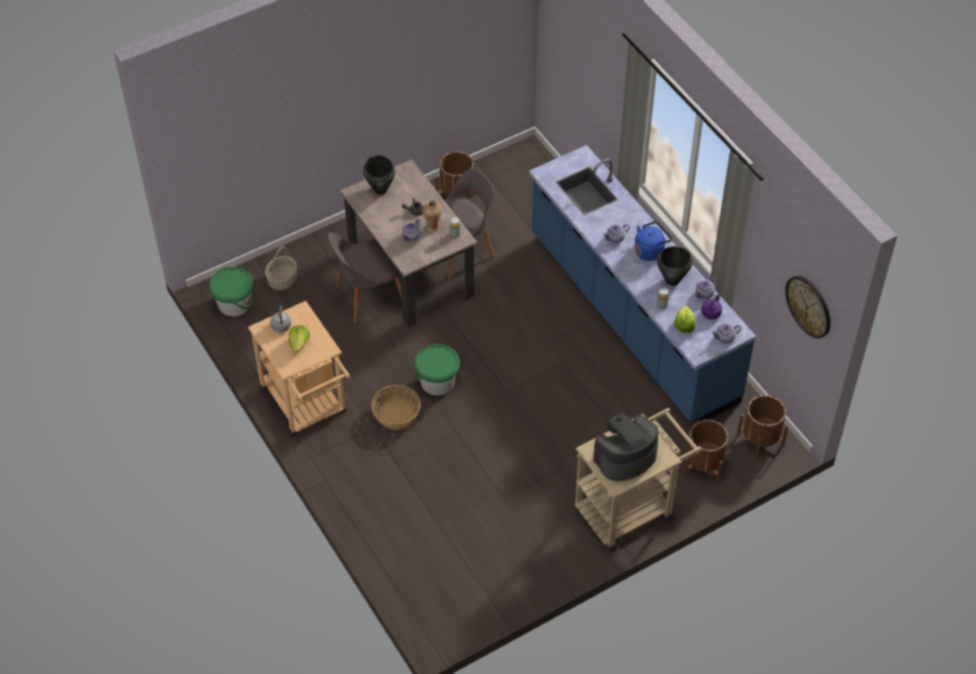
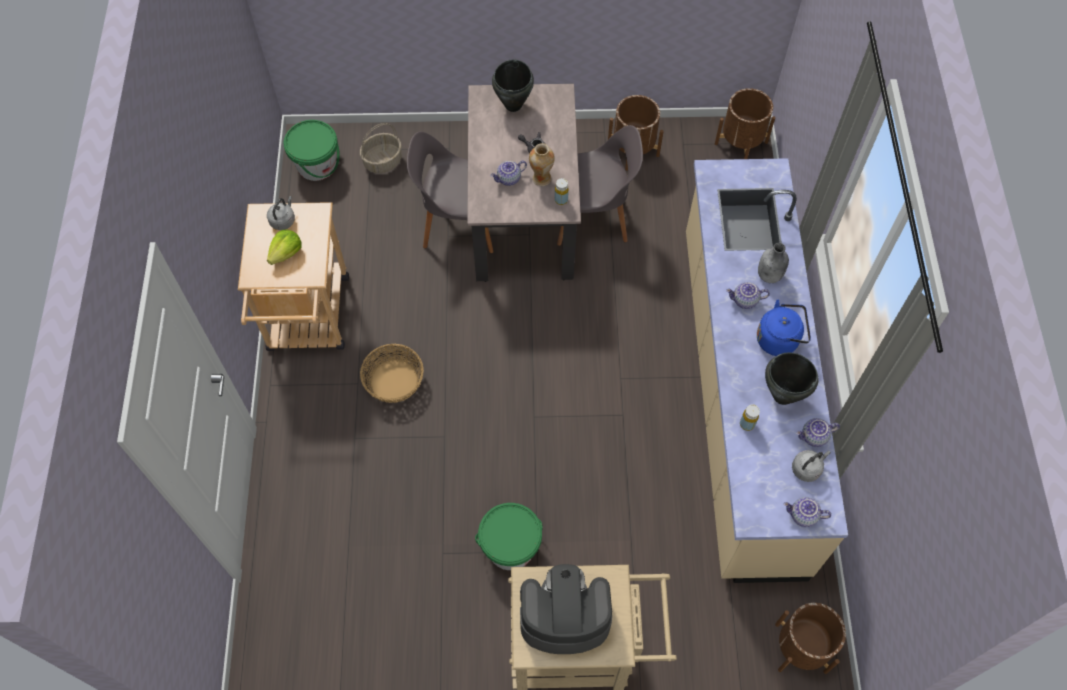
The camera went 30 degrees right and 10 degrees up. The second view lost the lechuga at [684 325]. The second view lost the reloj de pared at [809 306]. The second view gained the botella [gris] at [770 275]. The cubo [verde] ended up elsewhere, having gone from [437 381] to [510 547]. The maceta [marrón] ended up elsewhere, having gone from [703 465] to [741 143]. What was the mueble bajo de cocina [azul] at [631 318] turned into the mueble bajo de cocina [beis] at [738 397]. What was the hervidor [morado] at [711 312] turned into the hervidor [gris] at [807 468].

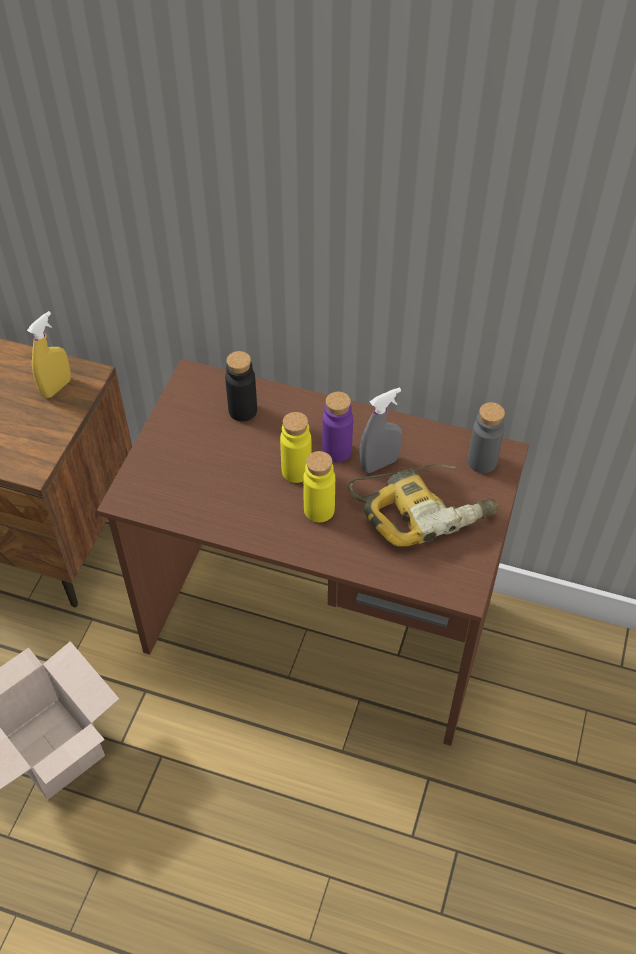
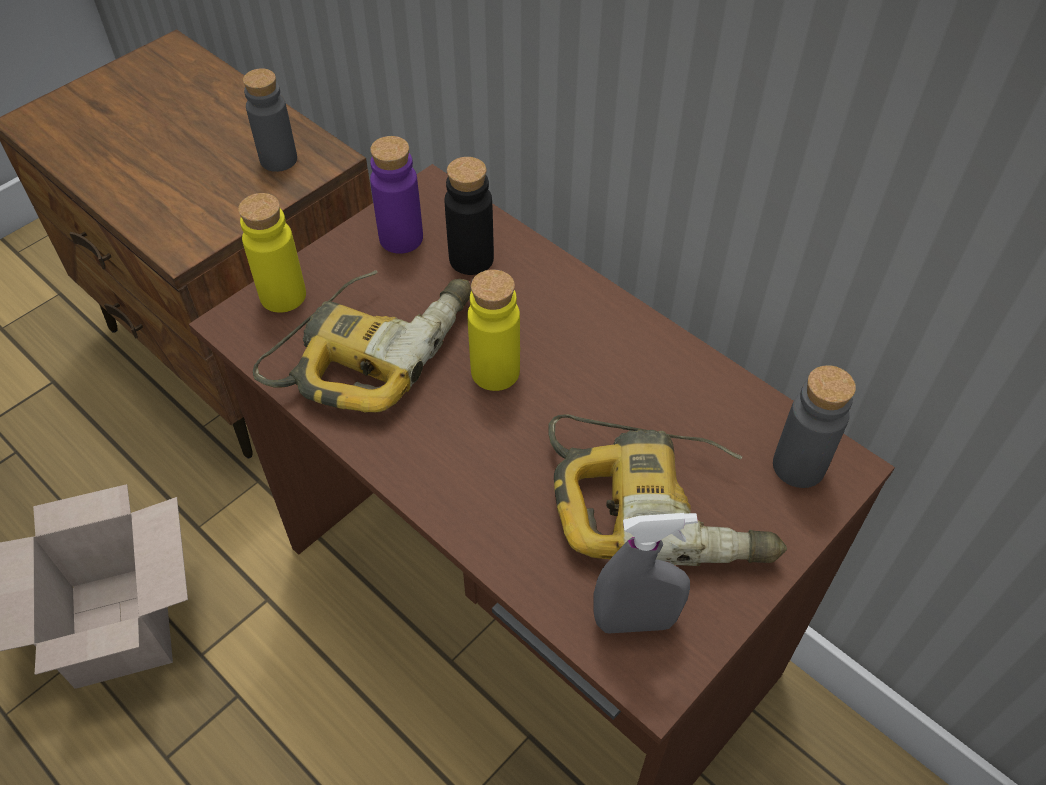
The camera went 25 degrees right and 0 degrees up. The second view gained the taladro at [374 347]. The botella [amarillo] ended up elsewhere, having gone from [319 510] to [283 296]. The botella [morado] ended up elsewhere, having gone from [337 451] to [401 238]. The pulverizador [gris] ended up elsewhere, having gone from [379 464] to [635 621]. Where the pulverizador [amarillo] stood at [56 387], the botella [gris] came to stand at [278 159].

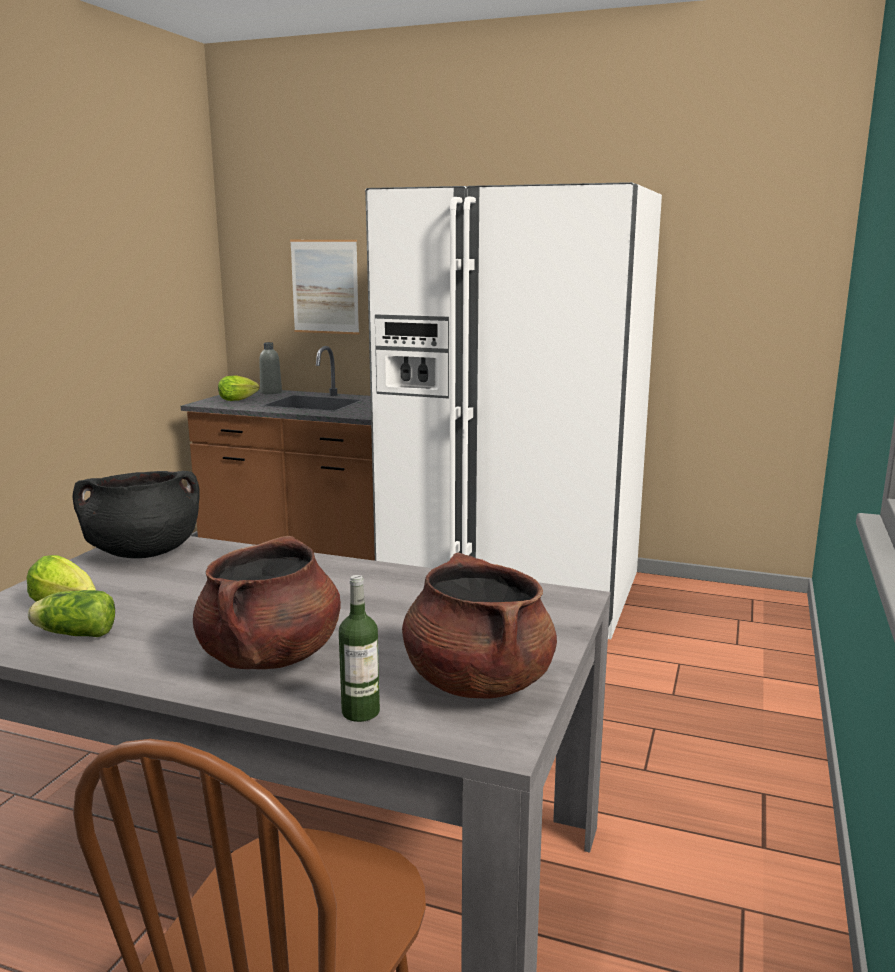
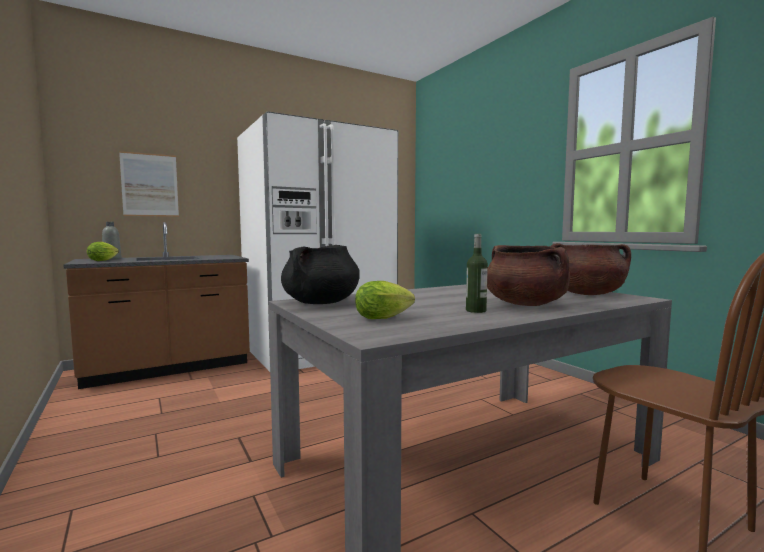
The camera went 50 degrees left and 10 degrees down. The second view lost the lechuga at [73 633]. The botella ended up elsewhere, having gone from [360 712] to [476 310].

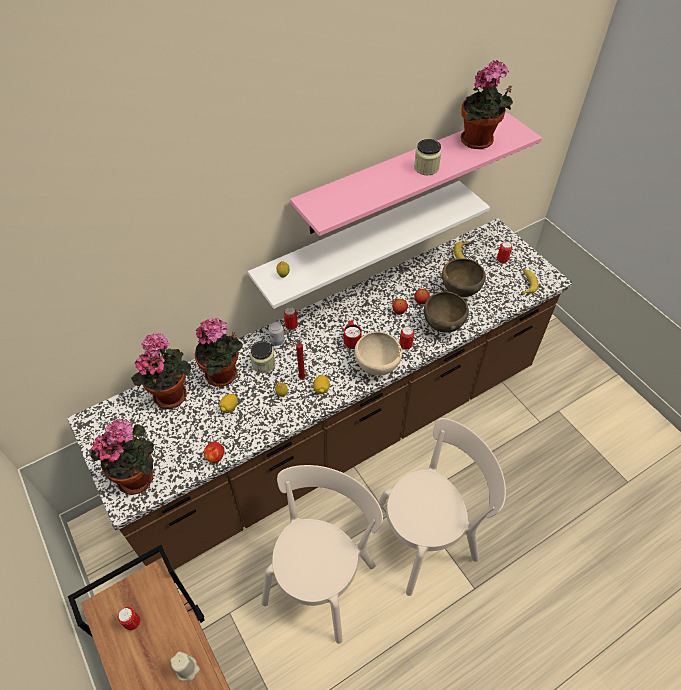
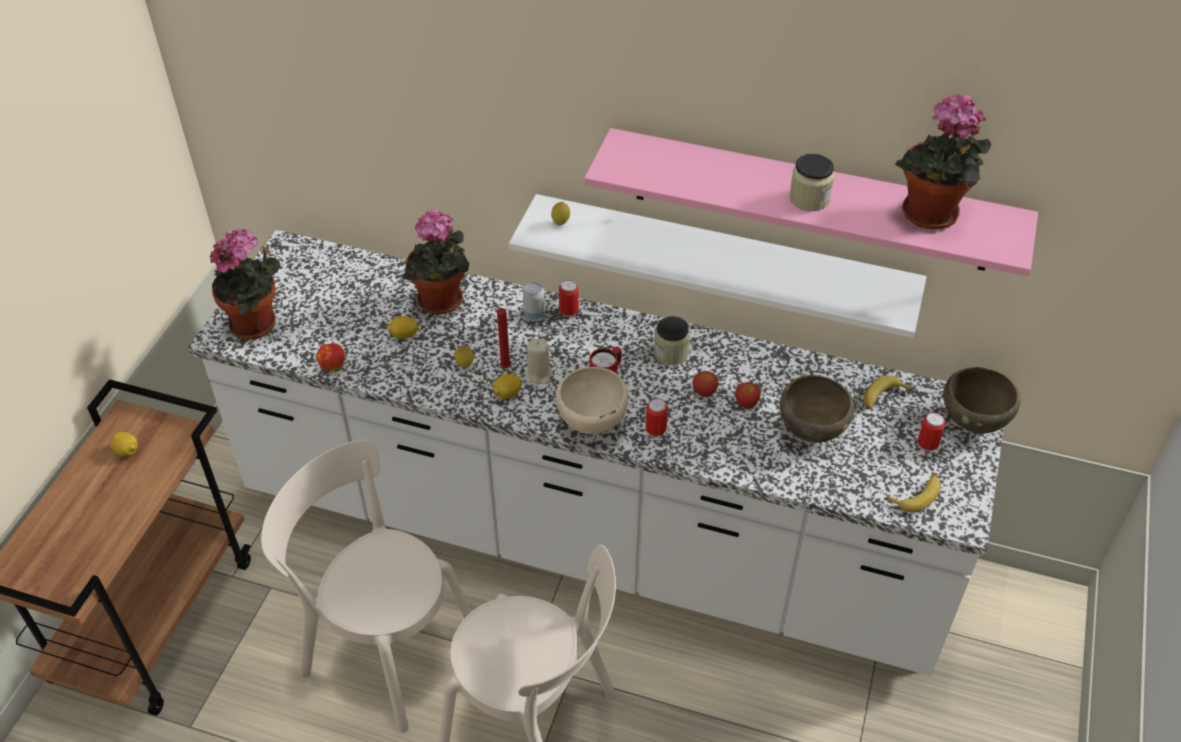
The camera went 50 degrees right and 5 degrees down. The second view lost the planta en maceta at [171 393]. The vela [beis] ended up elsewhere, having gone from [187 668] to [539 374]. The tarro ended up elsewhere, having gone from [263 364] to [671 353]. The cuenco [marrón] ended up elsewhere, having gone from [442 325] to [973 423]. Where the lata stood at [133 622], the limón came to stand at [127 451]. What was the mueble bajo de cocina [marrón] at [340 435] turned into the mueble bajo de cocina [blanco] at [590 535]. The silla [beis] at [321 578] ended up facing another way, 135 degrees counterclockwise from before.

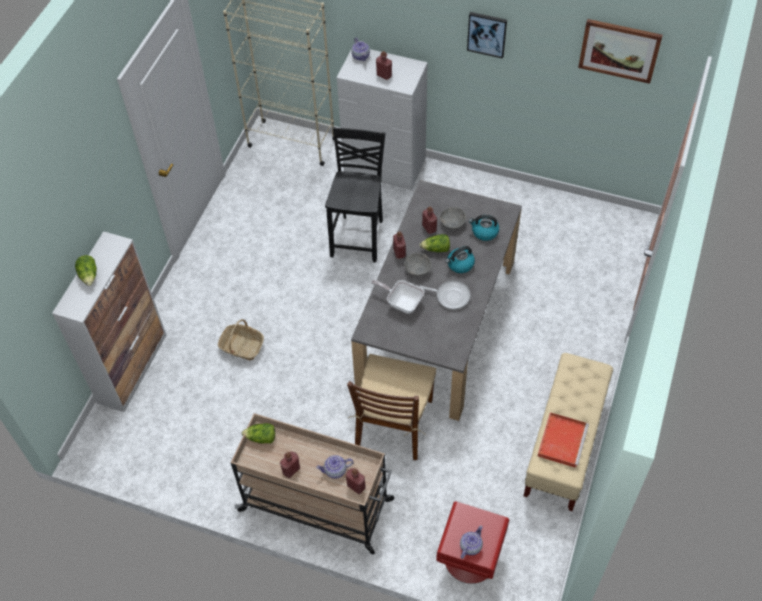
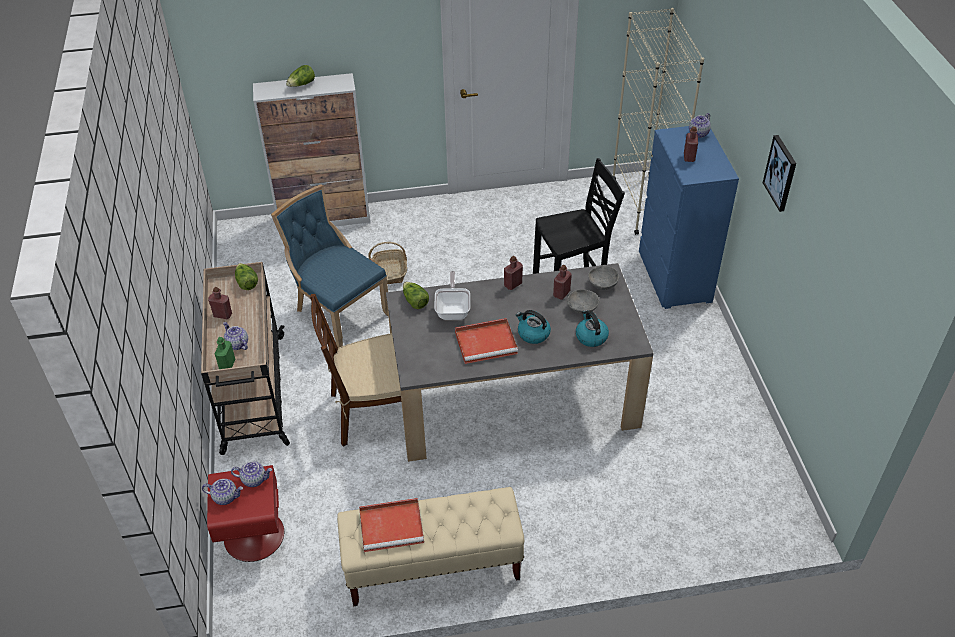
The camera went 60 degrees right and 10 degrees down. The second view lost the cuadro at [619 50]. The second view gained the tetera at [254 479]. The second view gained the silla [azul] at [338 312]. The cuenco [gris] ended up elsewhere, having gone from [417 269] to [603 284]. The lechuga ended up elsewhere, having gone from [436 249] to [415 301]. Where the sartén stood at [450 296], the bandeja [rojo] came to stand at [487 342]. What was the cómoda [blanco] at [385 167] turned into the cómoda [azul] at [674 277]. What was the botella [rojo] at [356 486] turned into the botella [verde] at [227 365].

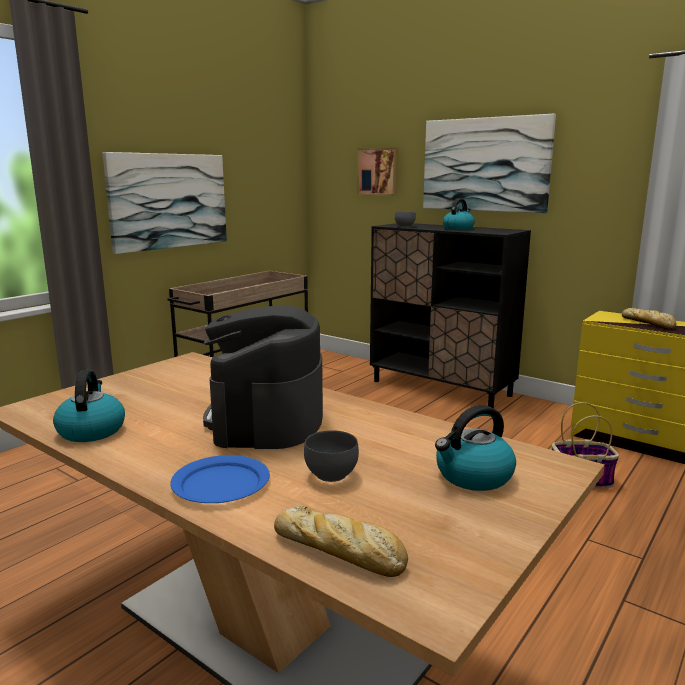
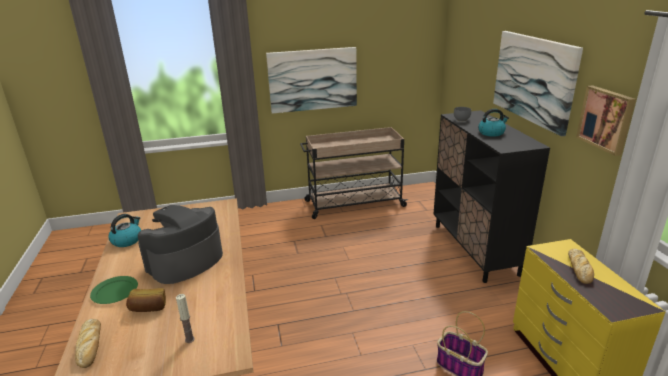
The camera went 40 degrees right and 10 degrees up. The cuadro ended up elsewhere, having gone from [378 171] to [606 119]. Where the cuenco [gris] stood at [331 476], the pan came to stand at [148 308]. Where the hervidor stood at [473 476], the vela came to stand at [189 339]. What was the plato [azul] at [221 484] turned into the plato [verde] at [115 292].

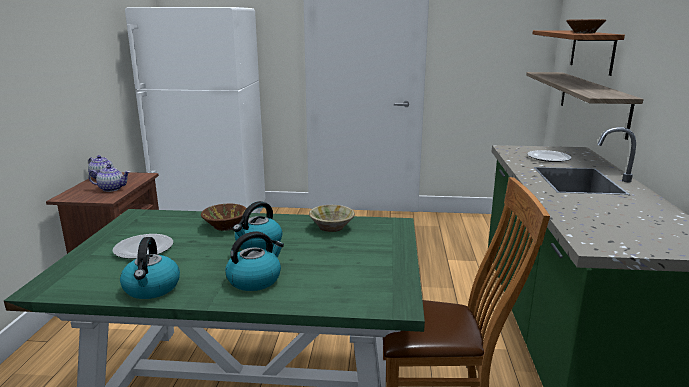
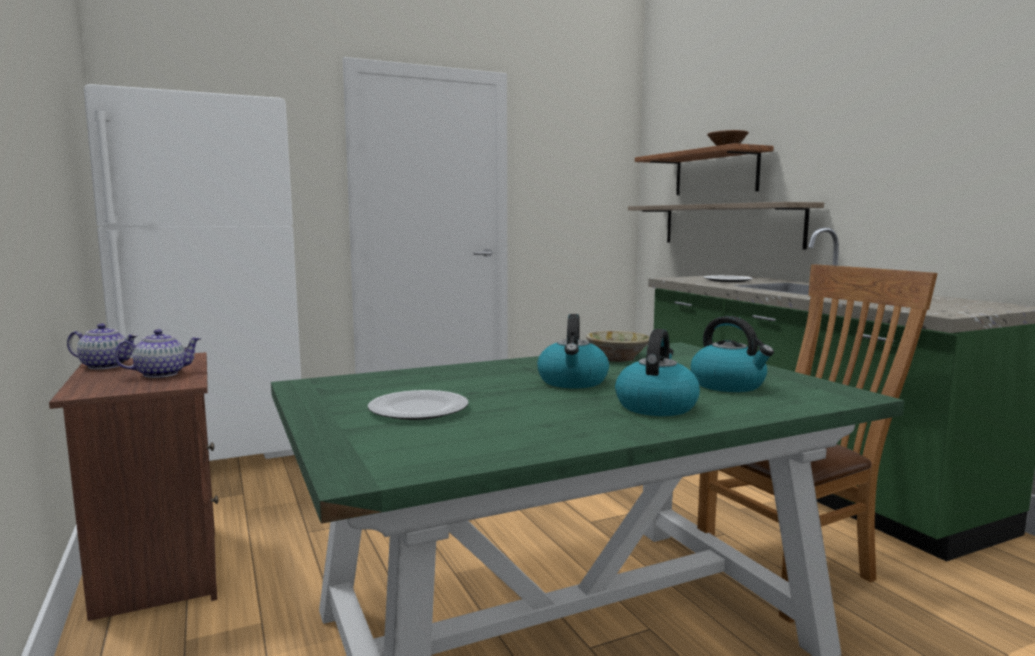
The camera went 30 degrees left and 10 degrees down. The second view lost the cuenco [marrón] at [225 226]. The hervidor ended up elsewhere, having gone from [152 288] to [729 385].

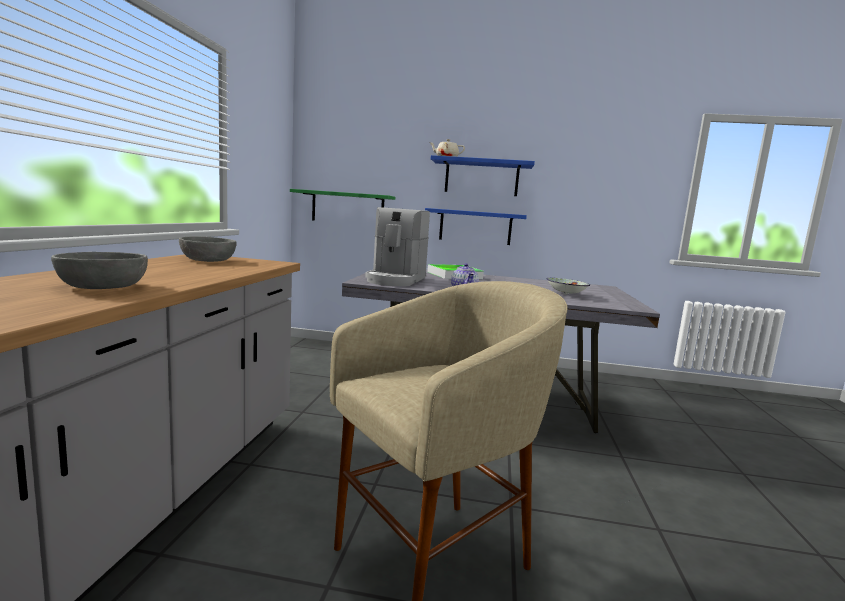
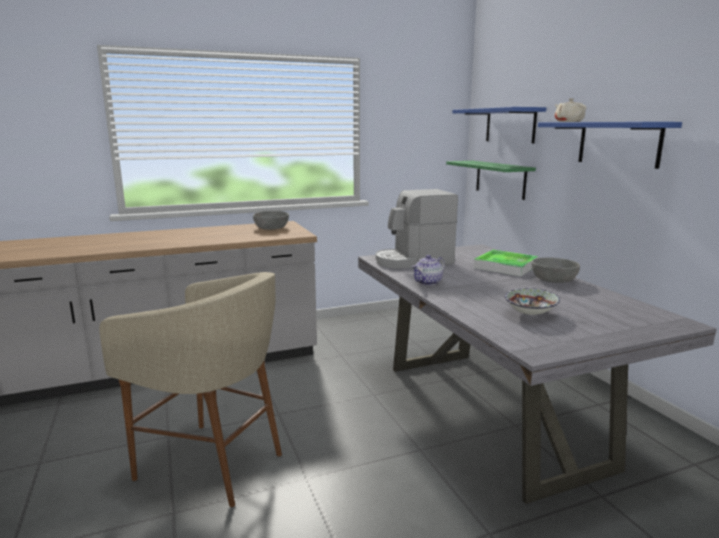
The camera went 60 degrees right and 5 degrees up. The cuenco [gris] ended up elsewhere, having gone from [103 286] to [553 280]. The estante [azul] ended up elsewhere, having gone from [475 227] to [510 125].

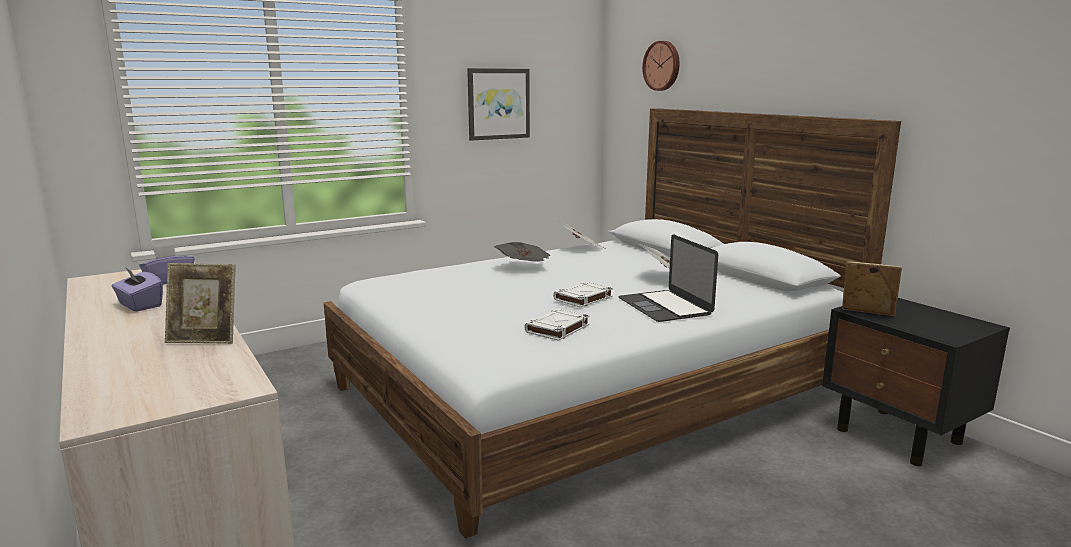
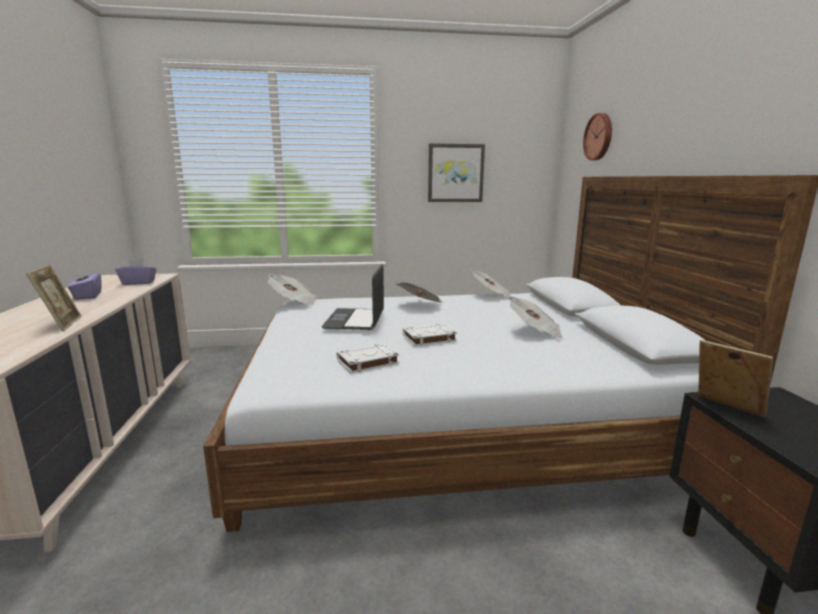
The camera went 25 degrees right and 0 degrees up. The second view gained the periódico at [294 302]. The portátil ended up elsewhere, having gone from [664 306] to [355 319]. The portarretratos at [205 339] ended up facing another way, 135 degrees counterclockwise from before.

